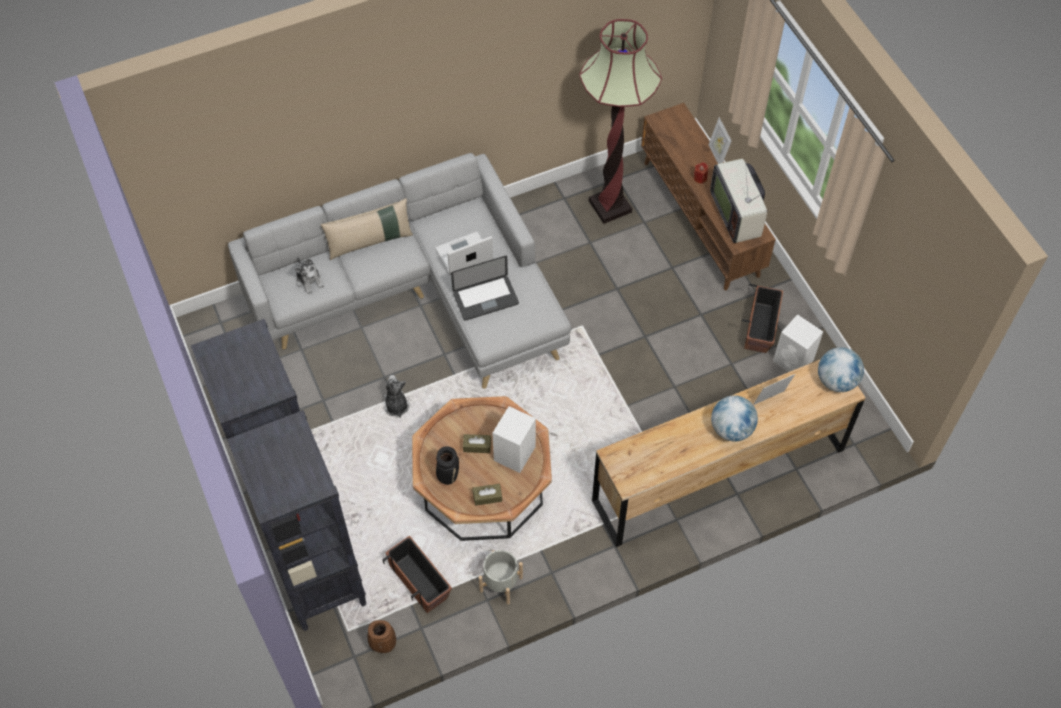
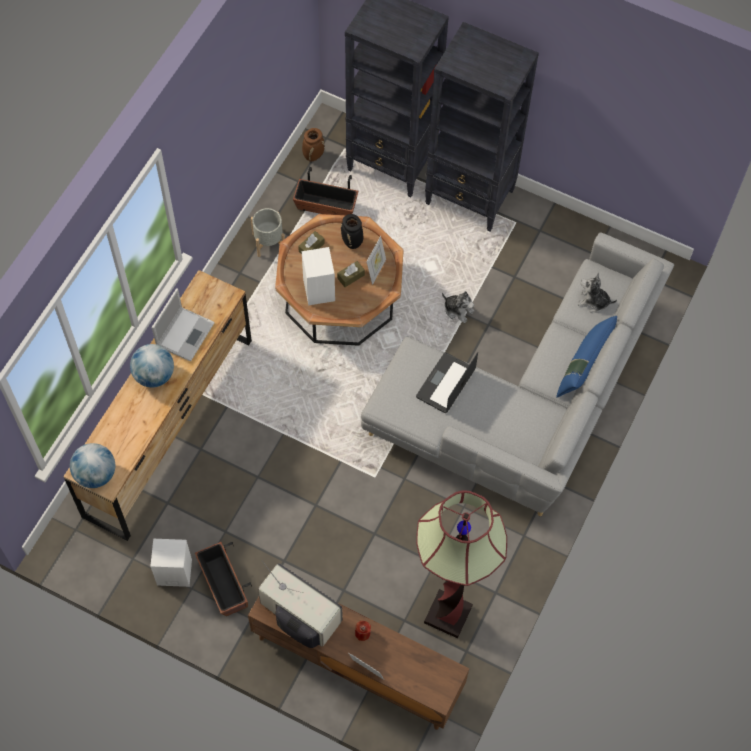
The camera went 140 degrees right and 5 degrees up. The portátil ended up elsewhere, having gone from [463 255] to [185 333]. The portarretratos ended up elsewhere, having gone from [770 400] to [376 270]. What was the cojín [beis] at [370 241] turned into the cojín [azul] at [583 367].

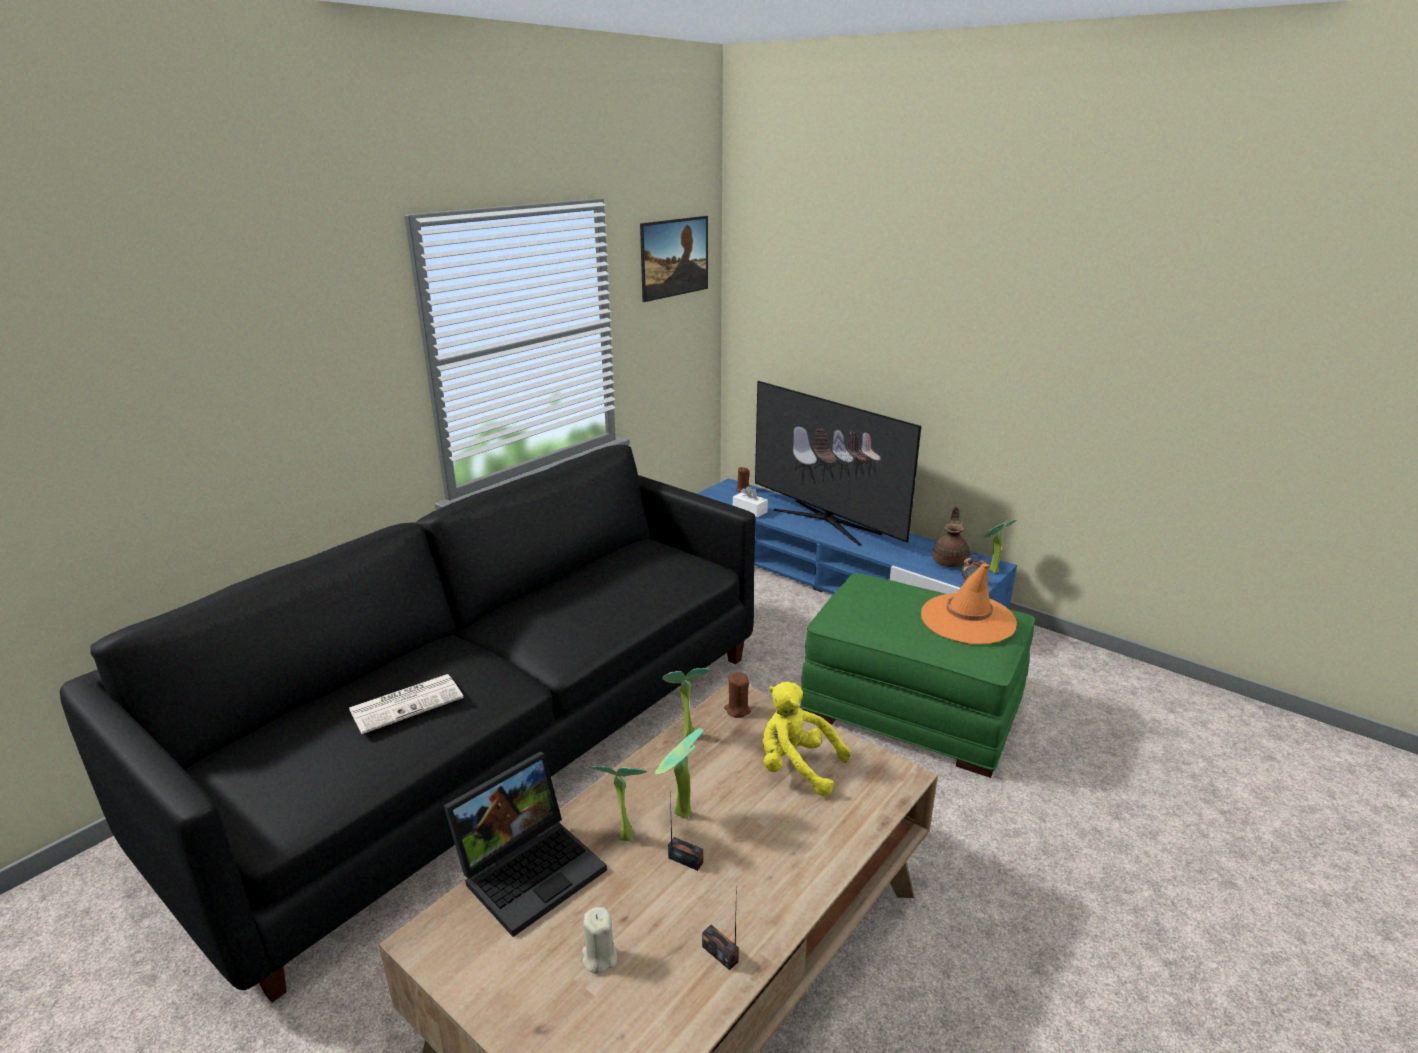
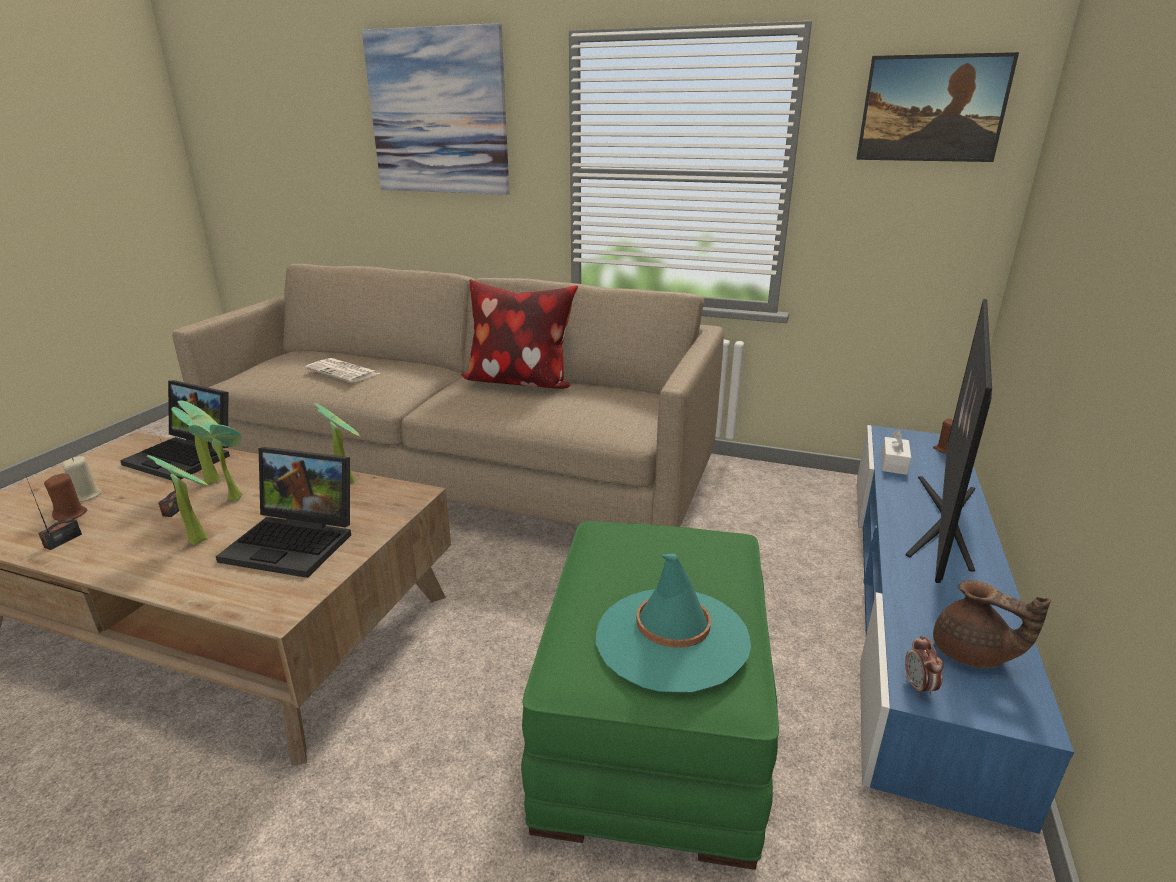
The camera went 70 degrees right and 0 degrees up. The second view gained the cuadro at [438 113]. The second view gained the cojín at [519 382]. The vela [marrón] ended up elsewhere, having gone from [737 710] to [71 515]. The planta en maceta ended up elsewhere, having gone from [991 571] to [199 539]. Where the peluche [amarillo] stood at [796 767], the portátil came to stand at [297 542]. What was the sofá [negro] at [492 744] turned into the sofá [beis] at [461 474]. What was the sombrero [naranja] at [967 619] turned into the sombrero [turquesa] at [671 638]. The tetera [marrón] at [950 561] ended up facing another way, 45 degrees clockwise from before.

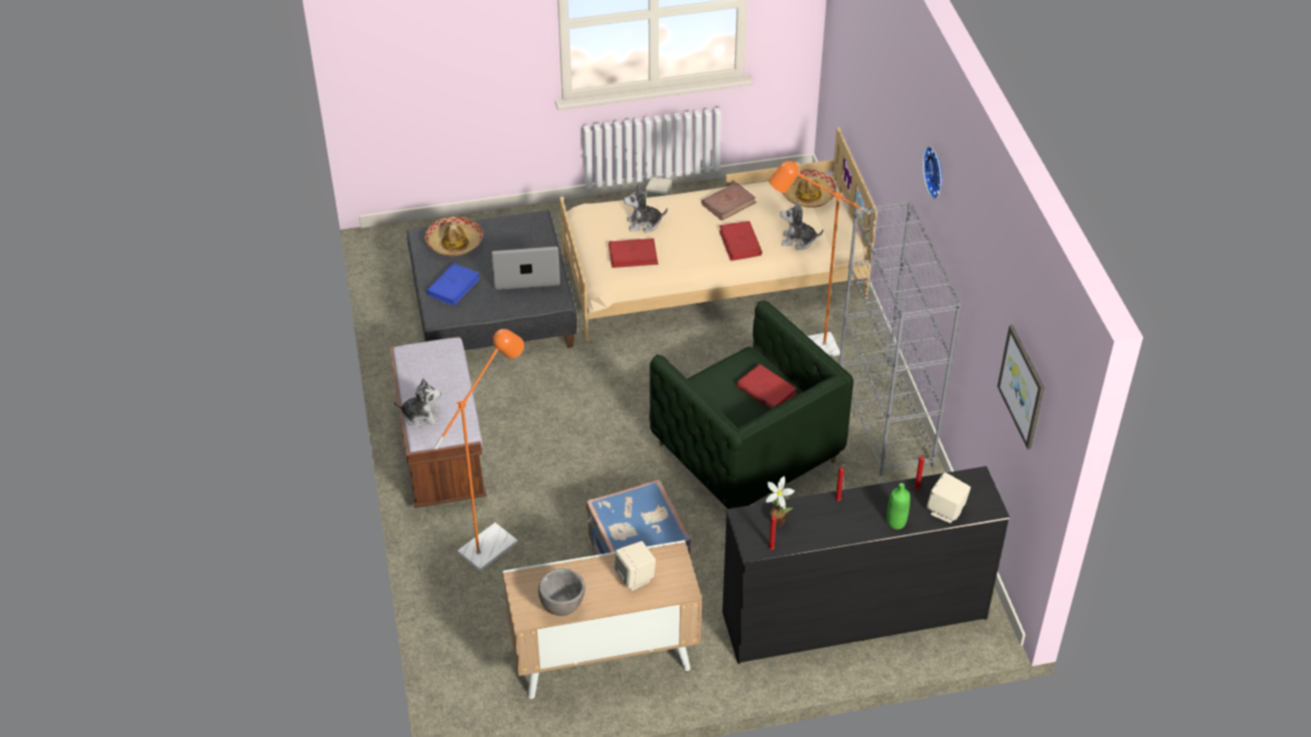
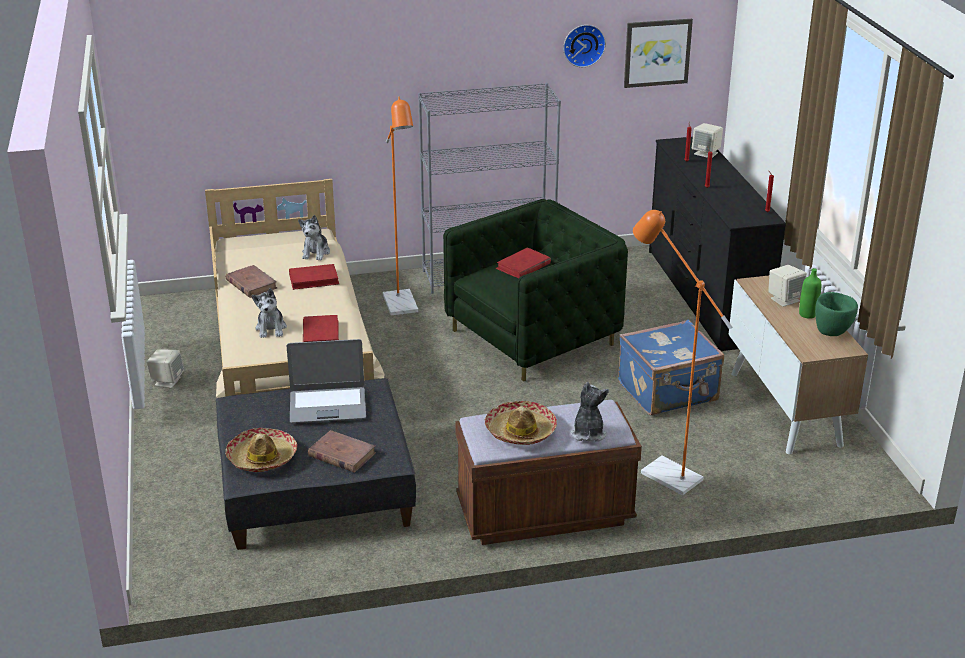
The camera went 90 degrees left and 15 degrees down. The second view lost the planta en maceta at [776 520]. The sombrero ended up elsewhere, having gone from [807 194] to [520 431]. The botella [verde] ended up elsewhere, having gone from [896 522] to [807 314]. The reloj de pared ended up elsewhere, having gone from [936 172] to [583 44]. What was the libro [azul] at [453 286] turned into the libro [marrón] at [341 454]. What was the cuenco [gris] at [563 608] turned into the cuenco [verde] at [832 331]. The portátil at [526 273] ended up facing another way, 90 degrees counterclockwise from before.

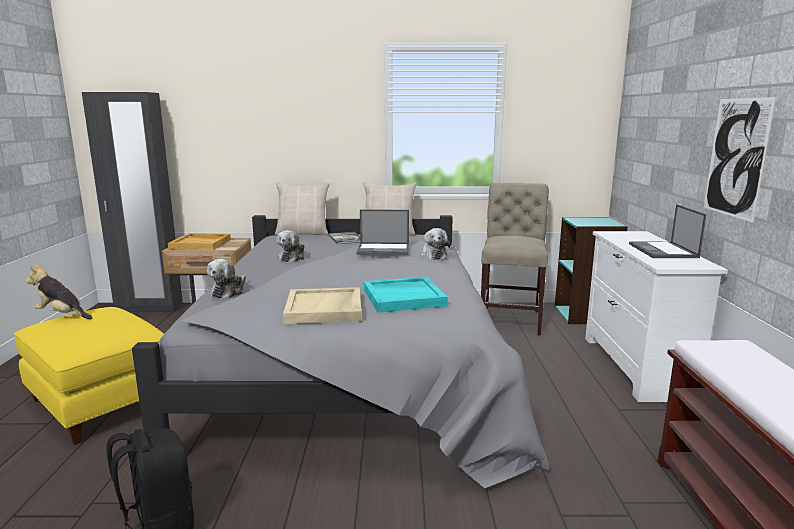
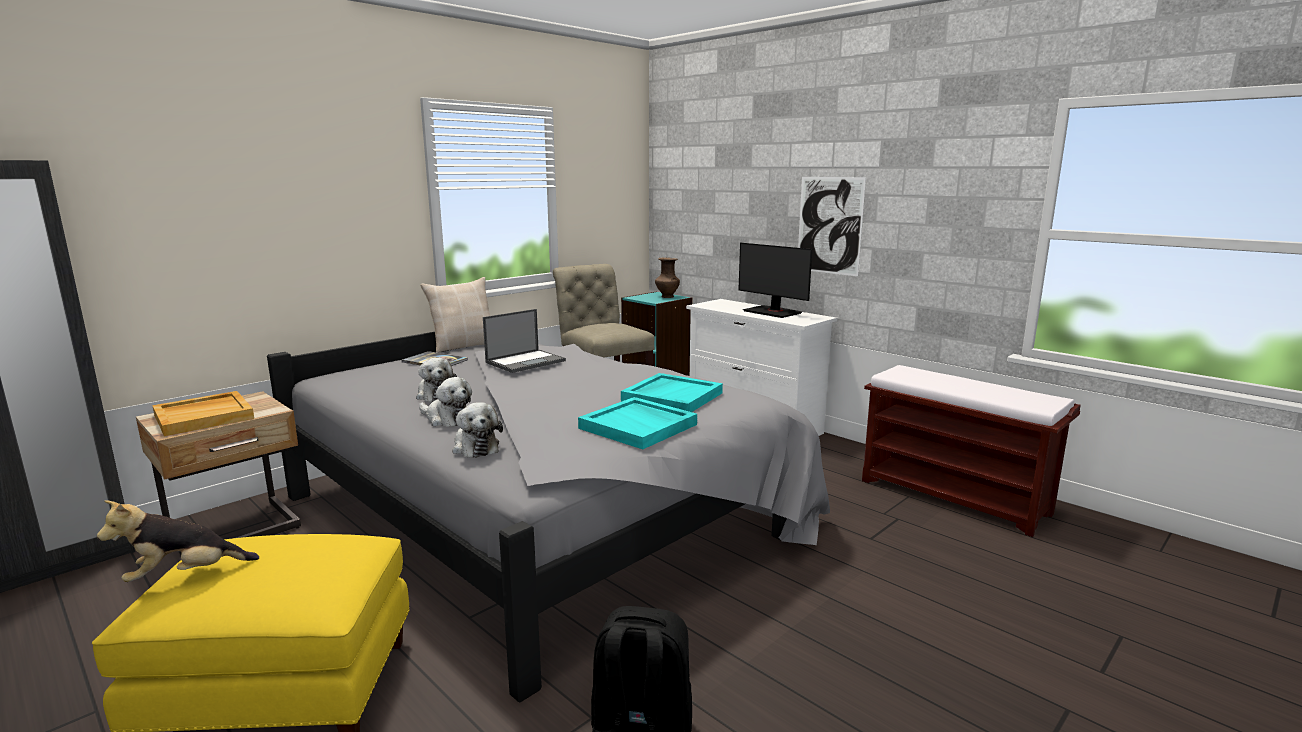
The camera went 45 degrees left and 0 degrees up. The second view lost the cojín [beis] at [303 233]. The second view gained the florero [marrón] at [667 297]. The peluche ended up elsewhere, having gone from [433 255] to [446 419]. Where the portátil stood at [663 251], the monitor came to stand at [773 312]. What was the bandeja [beis] at [325 309] turned into the bandeja [turquesa] at [639 426].

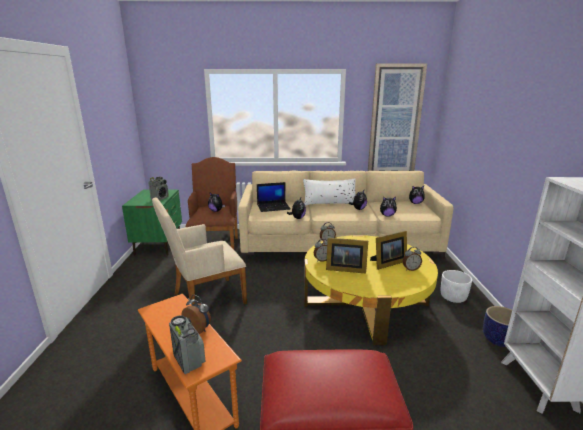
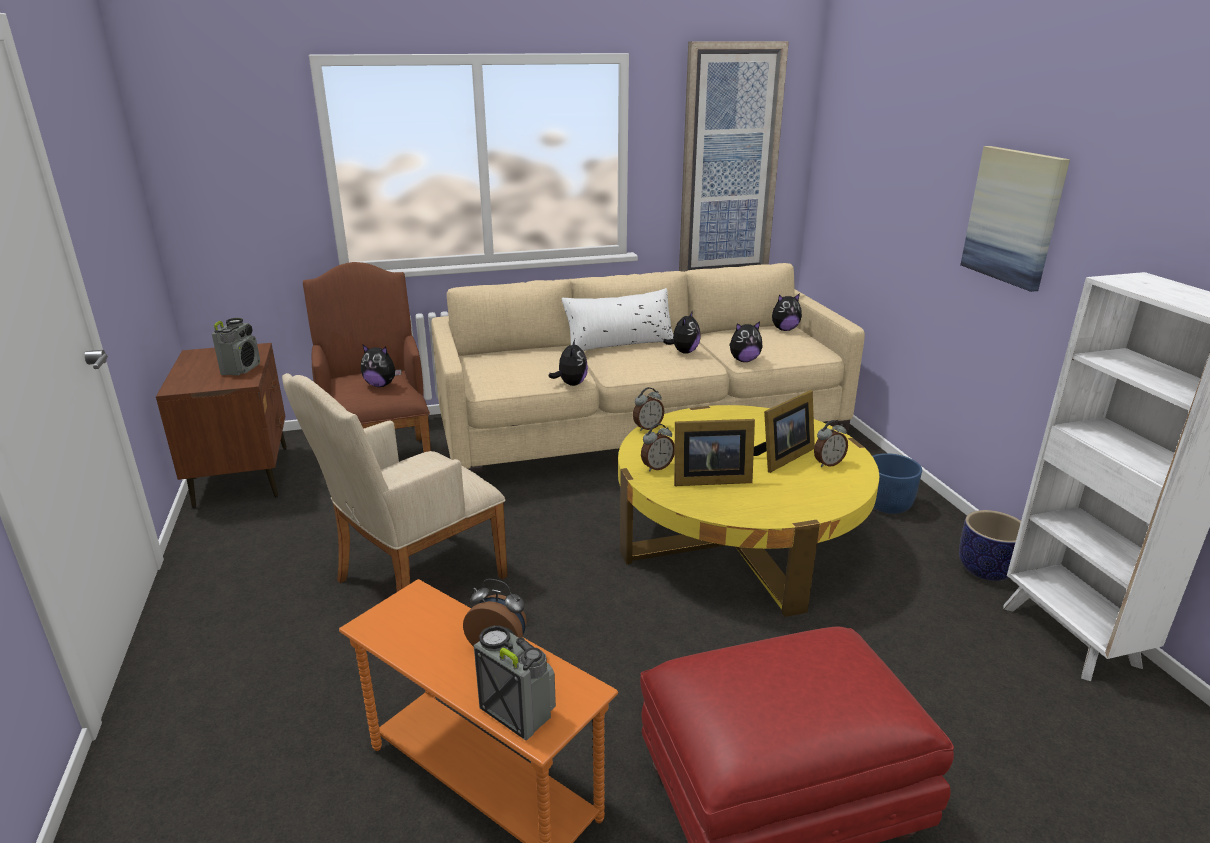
The camera went 15 degrees left and 5 degrees up. The second view lost the portátil at [273 207]. The second view gained the cuadro at [1014 216]. What was the mesita de noche [verde] at [159 245] turned into the mesita de noche [marrón] at [243 475]. What was the maceta [blanco] at [453 297] turned into the maceta [azul] at [887 504].

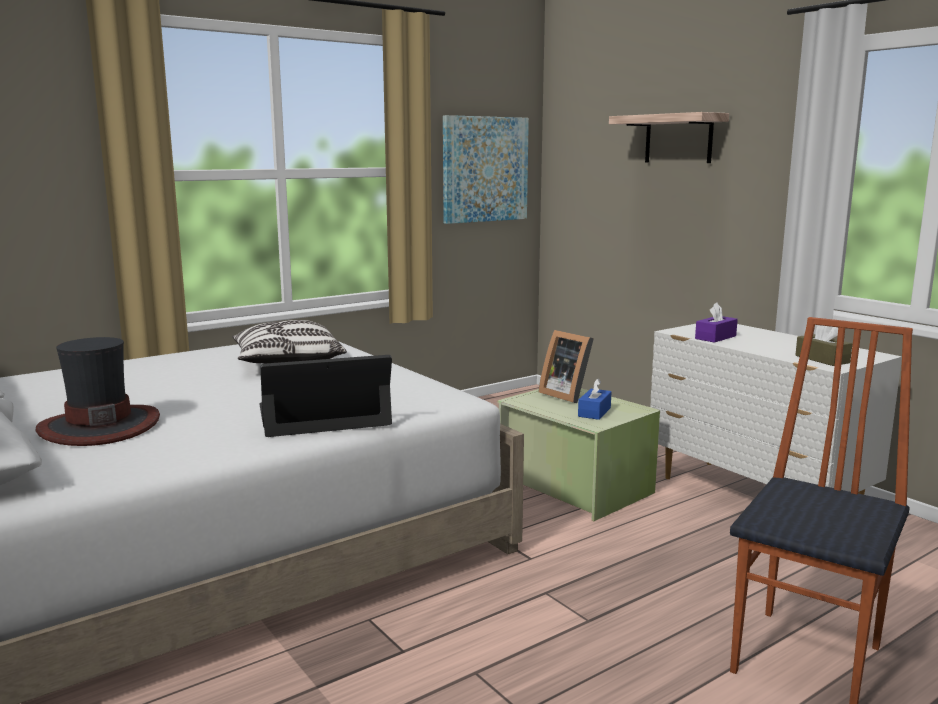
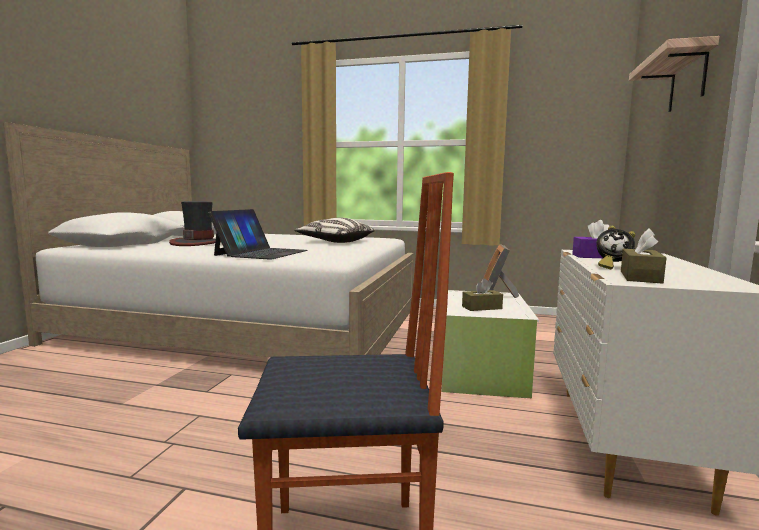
The camera went 50 degrees right and 5 degrees down. The second view lost the cuadro at [484 169]. The second view gained the despertador at [611 267]. What was the caja de almacenaje [verde] at [575 486] turned into the caja de almacenaje [blanco] at [483 372]. What was the caja de pañuelos [azul] at [594 412] turned into the caja de pañuelos [marrón] at [482 307]. The portátil at [323 415] ended up facing another way, 75 degrees clockwise from before.

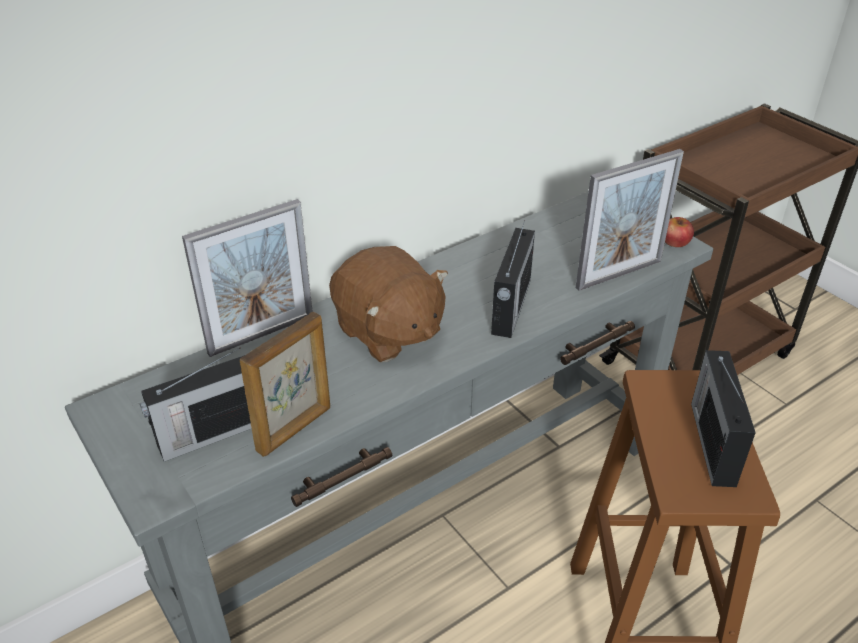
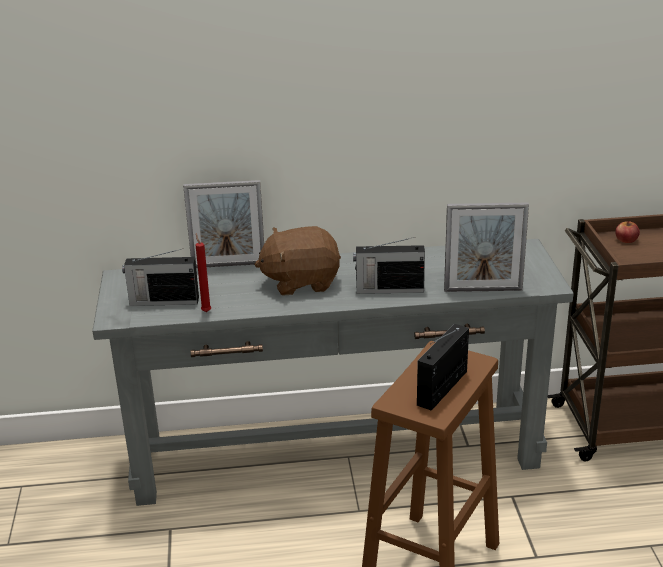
The camera went 30 degrees right and 10 degrees down. The manzana ended up elsewhere, having gone from [675 241] to [626 239]. Where the portarretratos stood at [295 429], the vela [rojo] came to stand at [206 311]. The peluche [marrón] at [388 332] ended up facing another way, 90 degrees clockwise from before. The radio at [510 308] ended up facing another way, 45 degrees clockwise from before.

